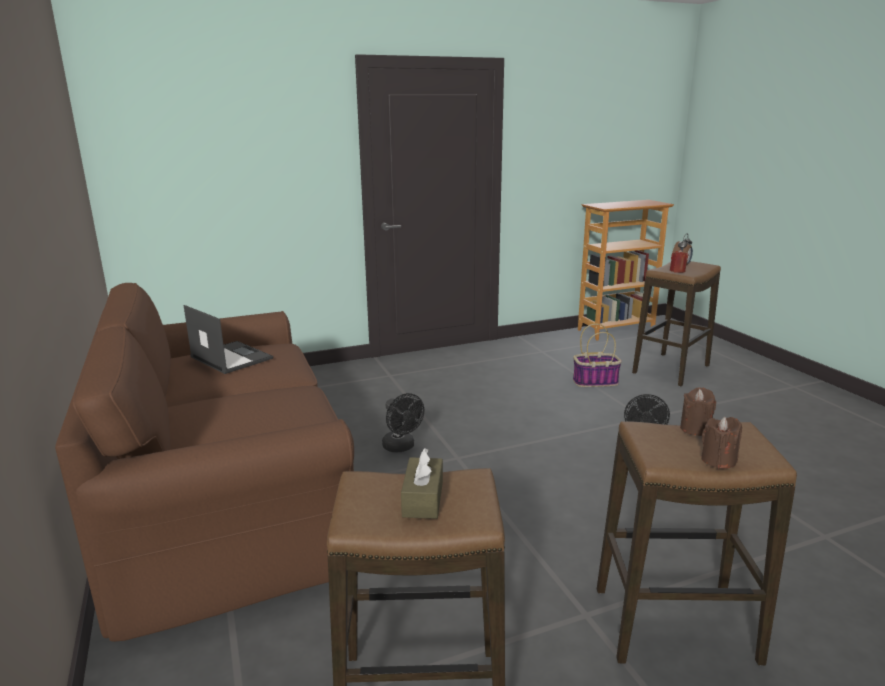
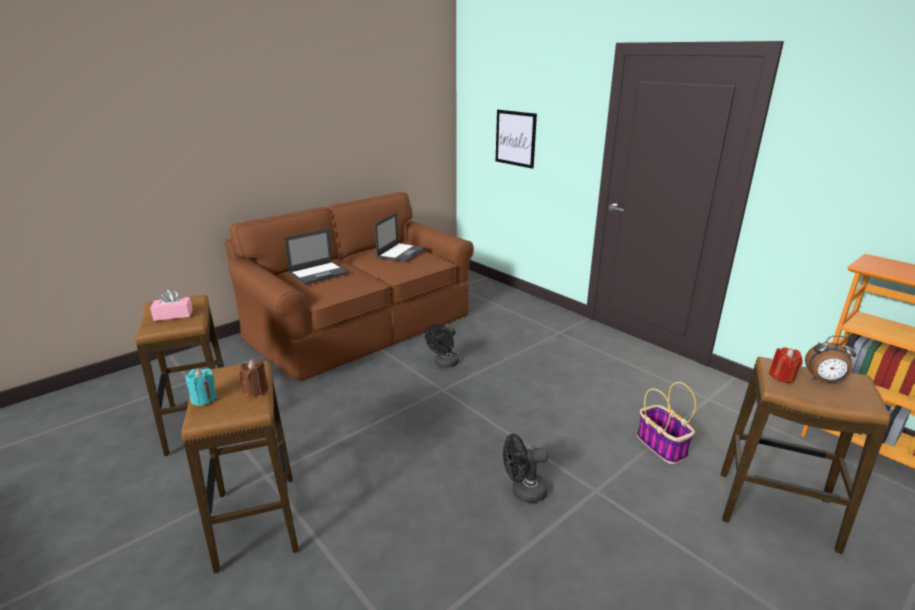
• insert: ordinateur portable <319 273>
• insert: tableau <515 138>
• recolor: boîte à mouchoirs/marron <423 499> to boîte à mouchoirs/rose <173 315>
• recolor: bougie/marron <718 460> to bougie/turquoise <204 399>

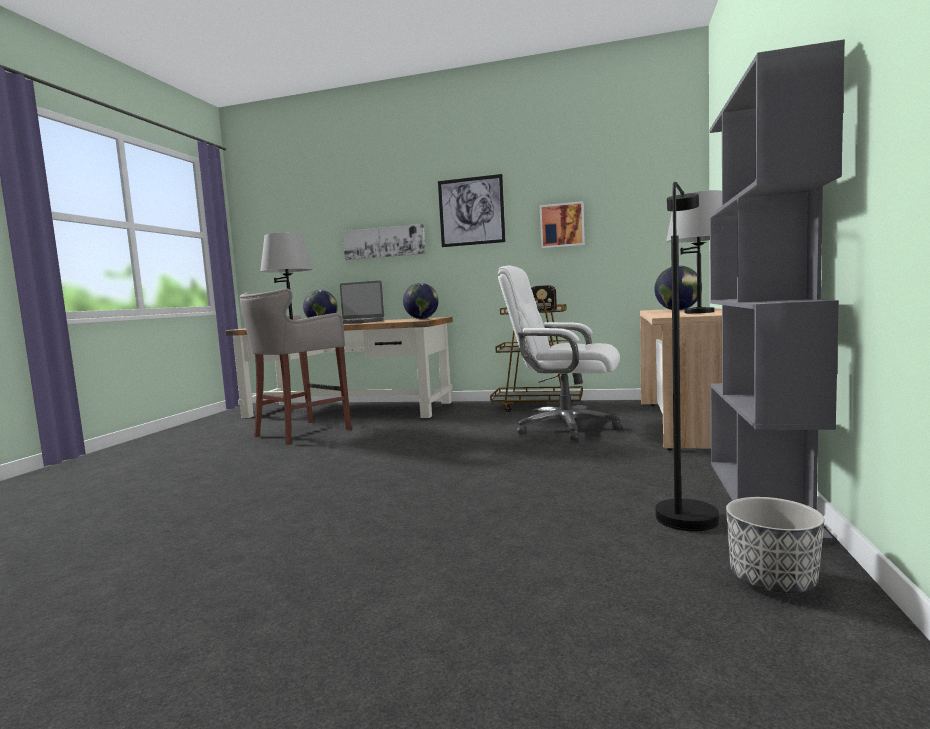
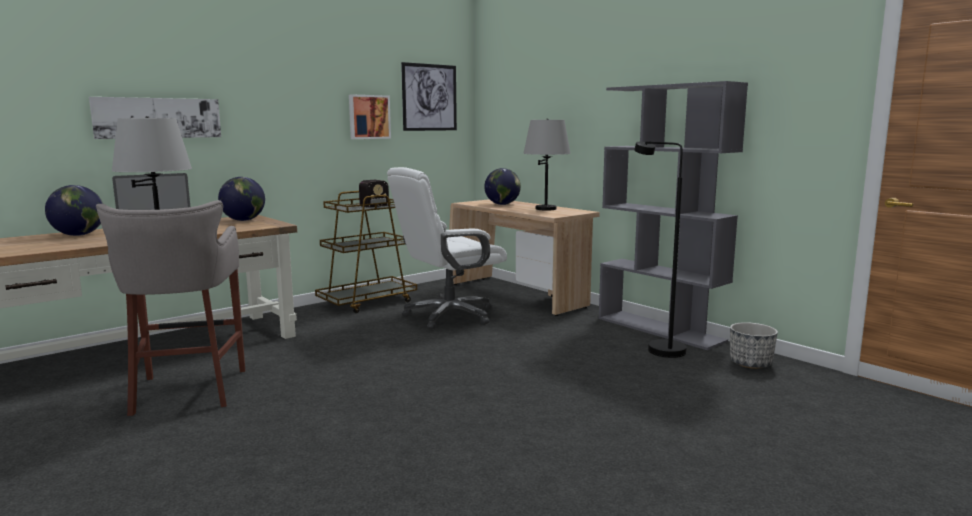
• move: tableau <471 211> to <429 97>

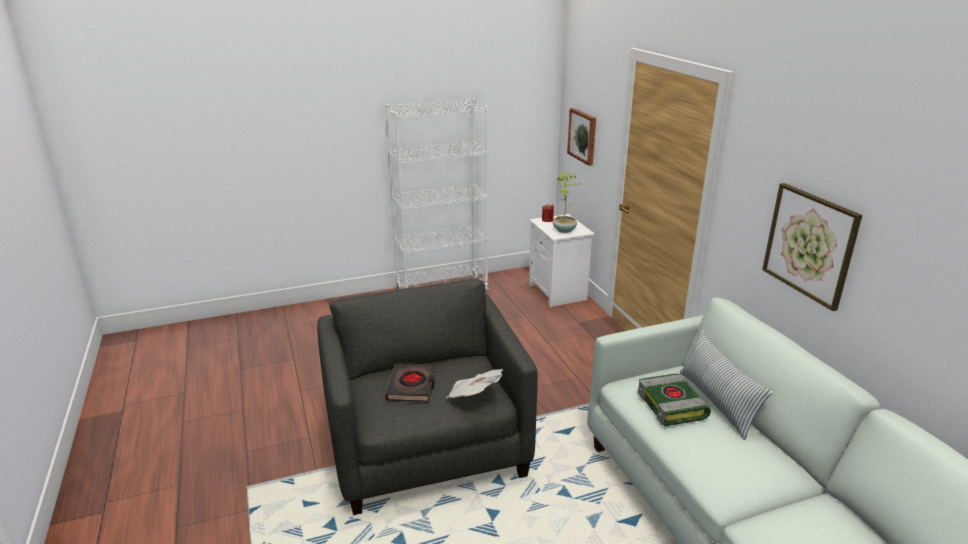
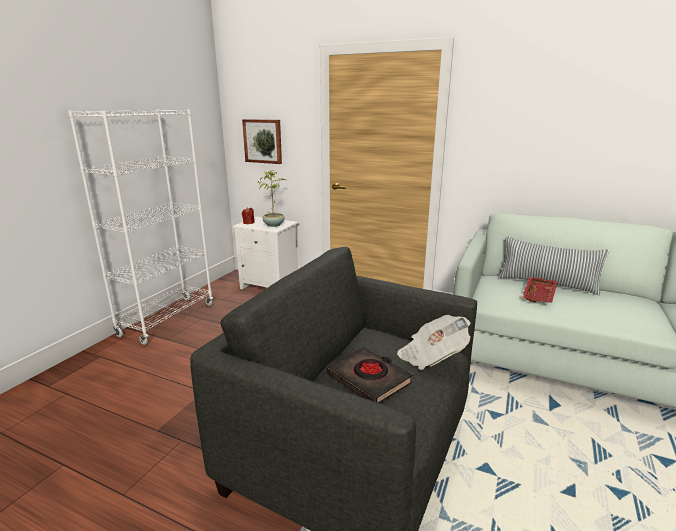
• delete: tableau <810 244>
• replace: livre <673 406> to plateau/rouge <540 295>

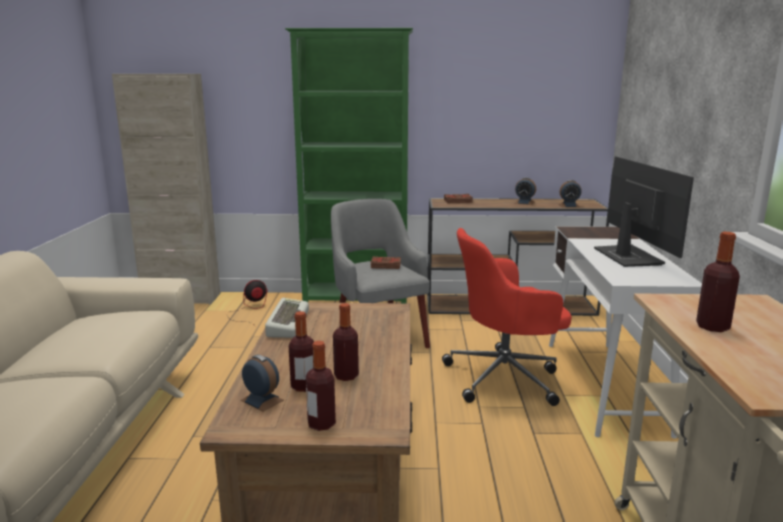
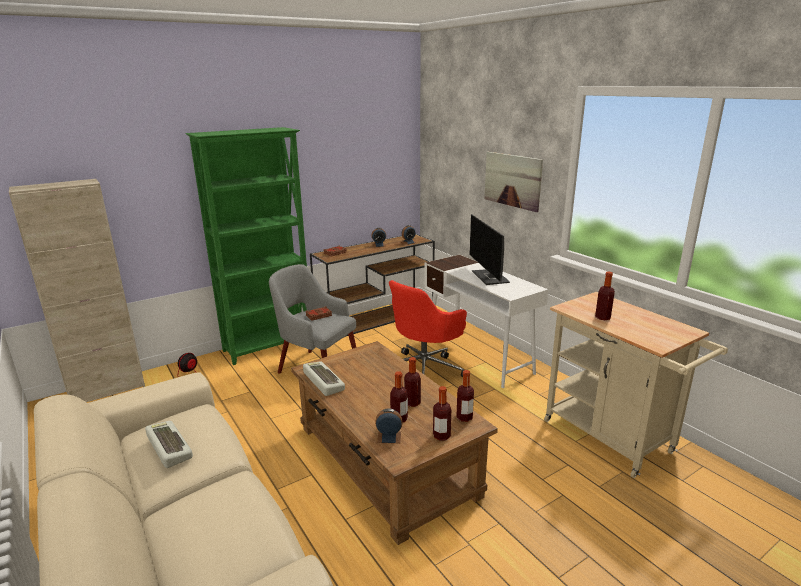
• insert: clavier <167 447>
• insert: bouteille <464 417>
• insert: tableau <512 180>
• rotate: écran d'ordinateur <626 256> = <490 278> 150 degrees counterclockwise

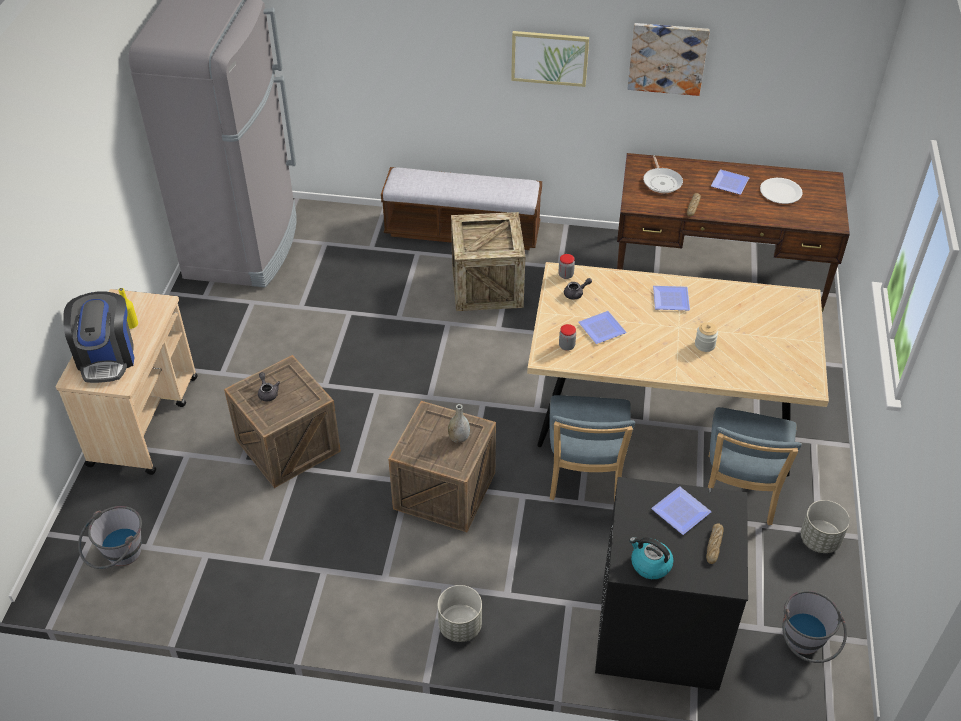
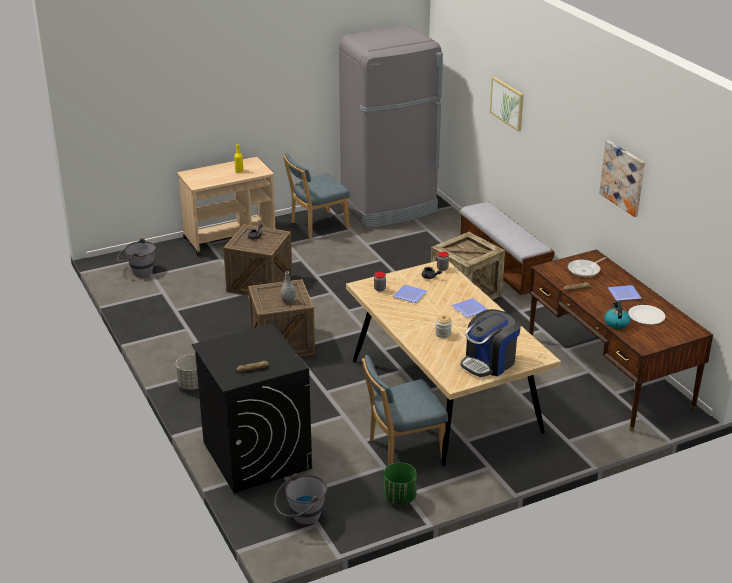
• delete: assiette <683 512>
• move: machine à café <107 357> to <489 362>
• move: tableau <549 58> to <507 103>
• move: chaise/bleu <584 477> to <316 226>
• move: bouilloire <650 564> to <616 323>
• recolor: cache-pot/gris <820 539> to cache-pot/vert <400 497>

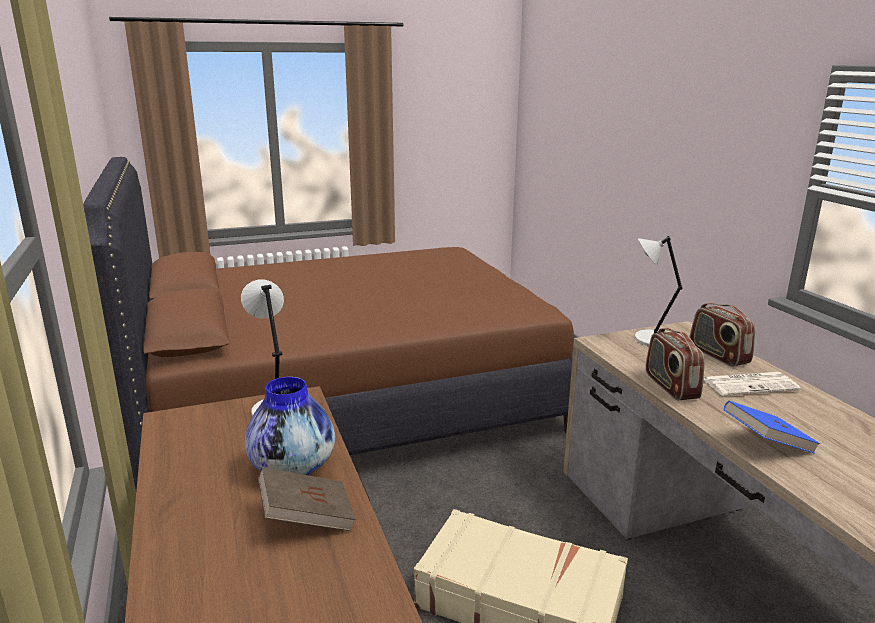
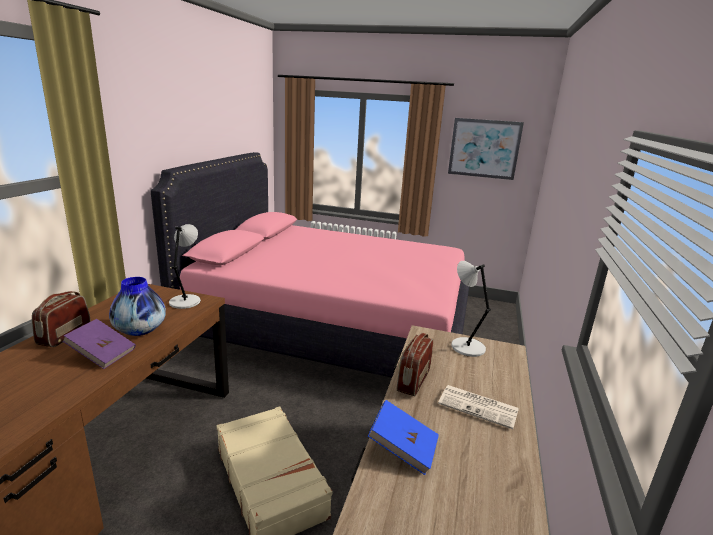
• insert: tableau <484 148>
• move: radio <718 355> to <64 335>
• recolor: lit/marron <347 402> to lit/rose <332 327>
• recolor: livre/marron <307 518> to livre/violet <102 354>

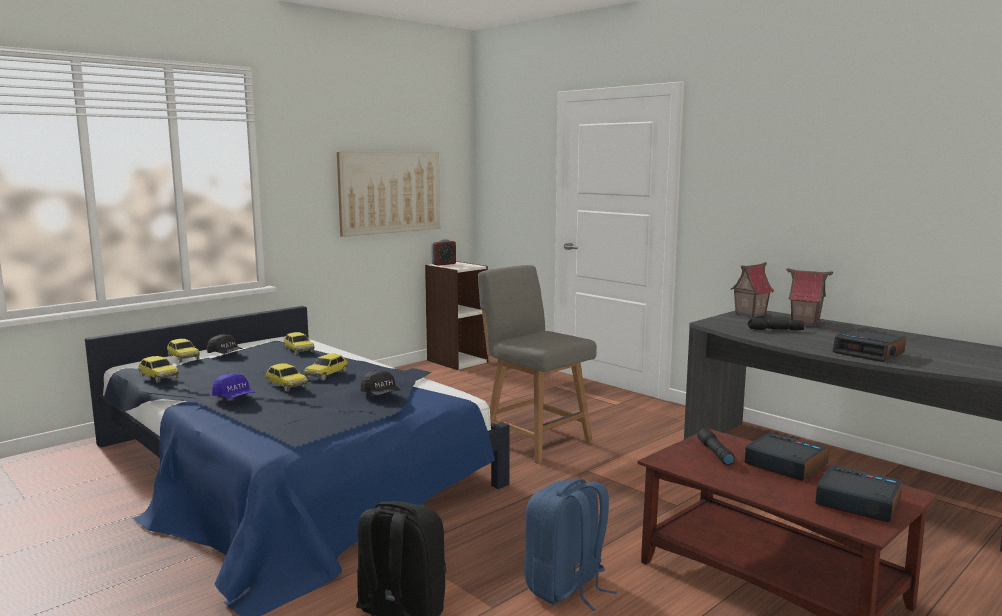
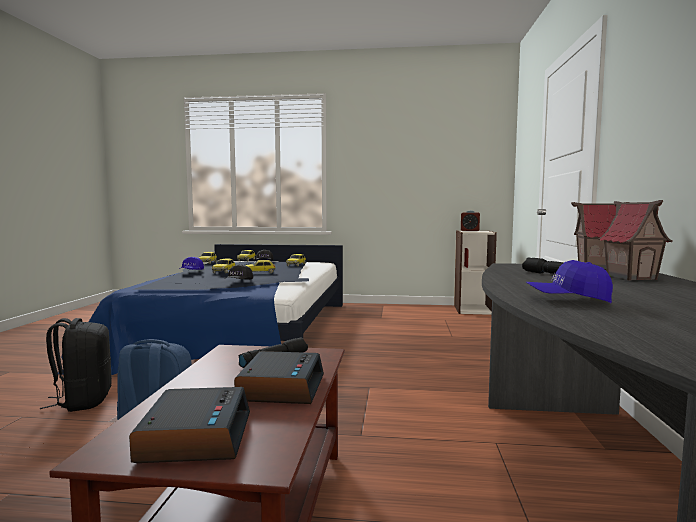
• delete: tableau <390 192>
• delete: chaise/gris <535 441>
• replace: réveil <869 353> to casquette/bleu <568 300>

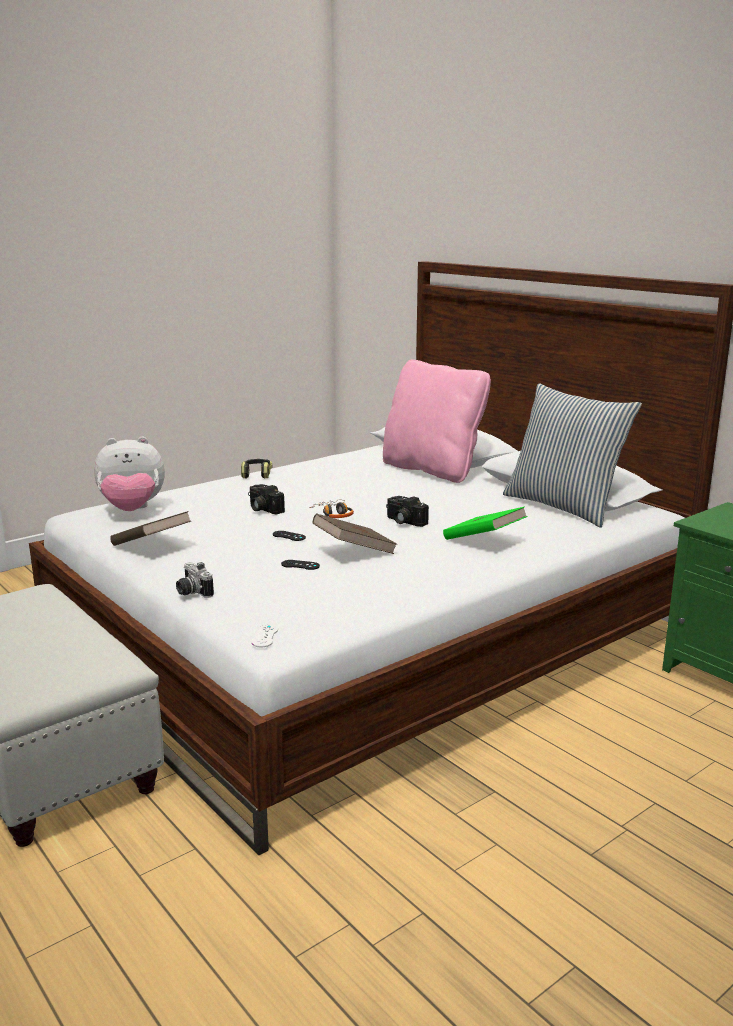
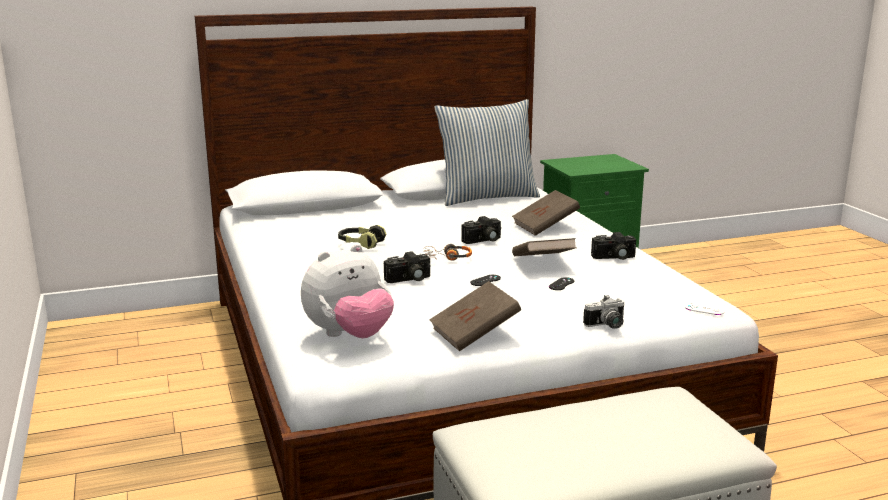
• delete: coussin/rose <432 470>
• insert: appareil photo <614 257>
• move: casque audio <256 475> to <360 244>
• recolor: livre/vert <483 540> to livre/marron <545 226>
• rotate: peluche <132 510> = <349 336> 45 degrees clockwise

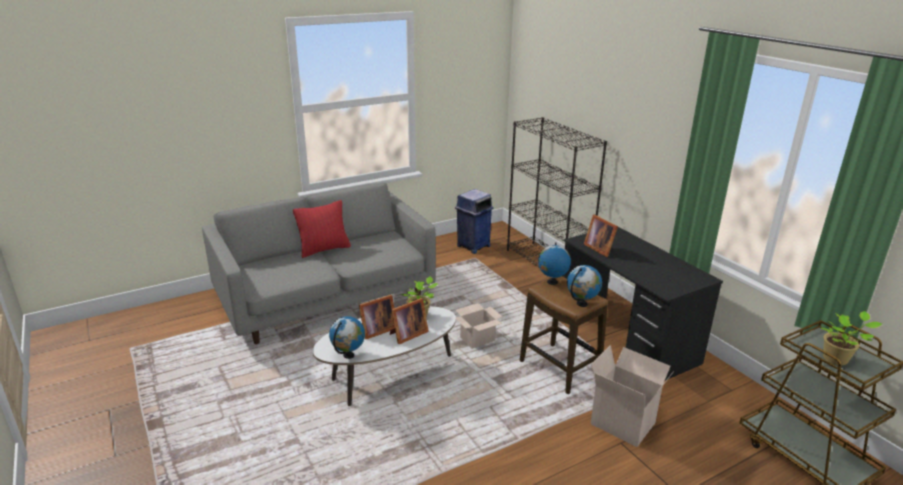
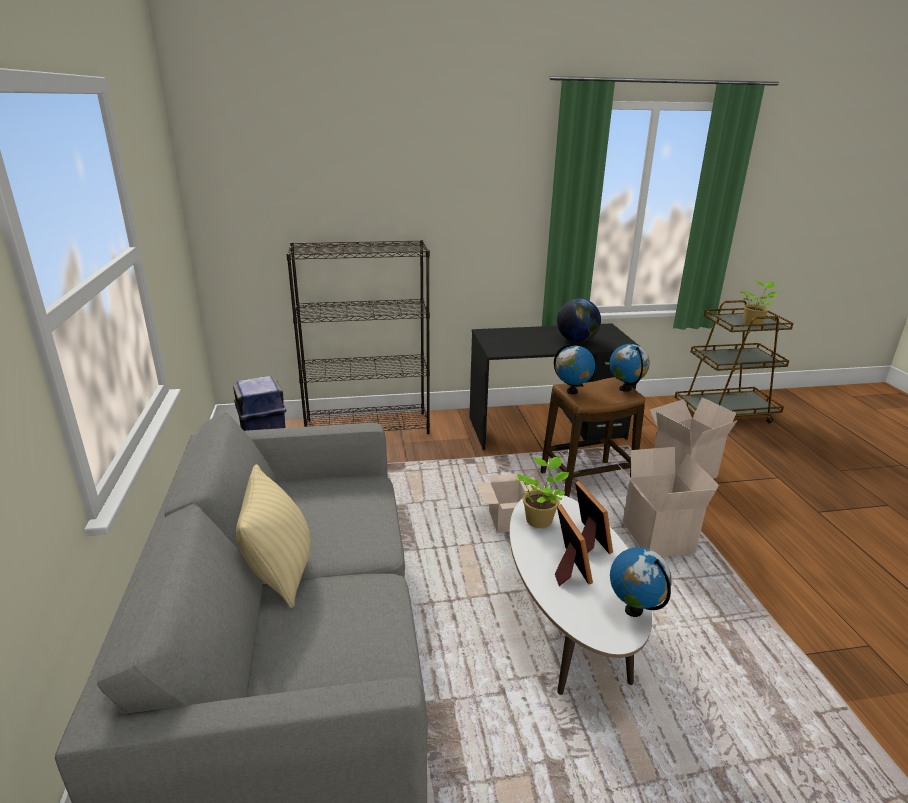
• delete: cadre photo <599 248>
• insert: globe <576 340>
• insert: carton <654 537>
• recolor: coussin/rouge <324 249> to coussin/beige <280 572>

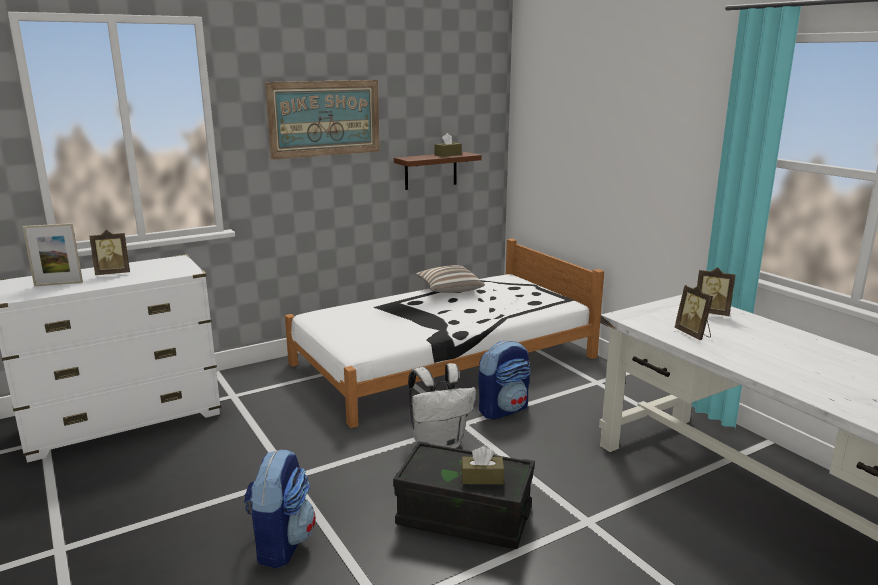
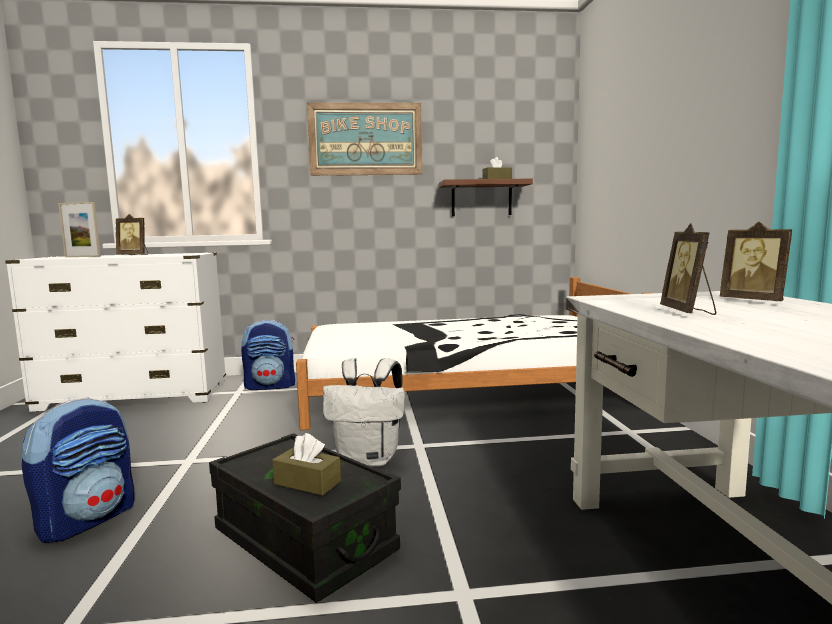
• delete: coussin <449 290>
• move: sac à dos <503 409> to <271 386>

